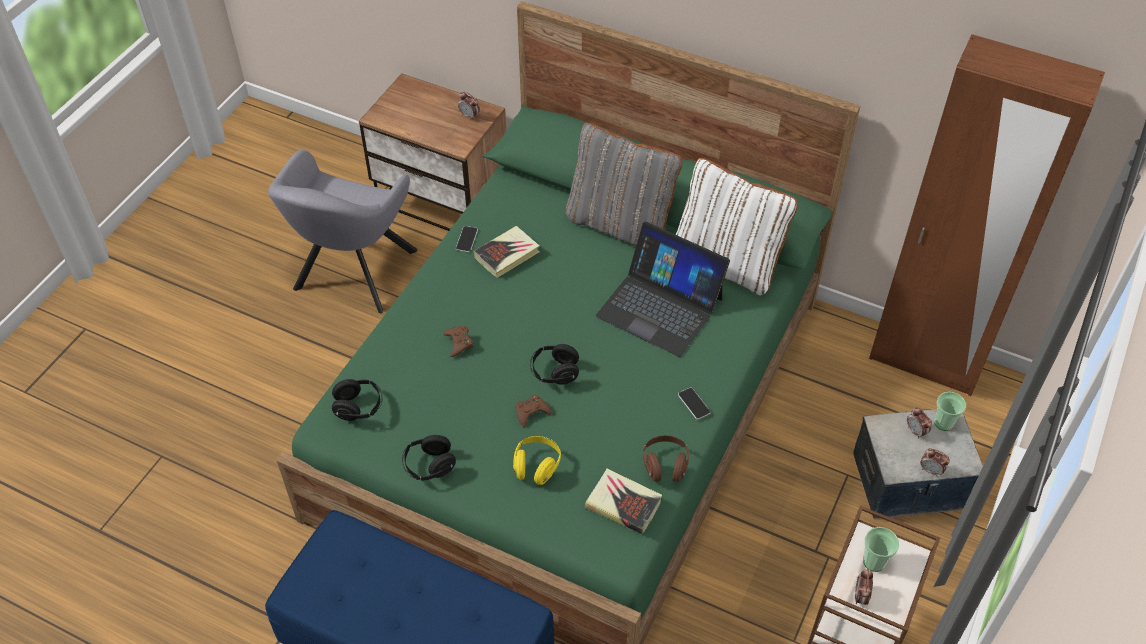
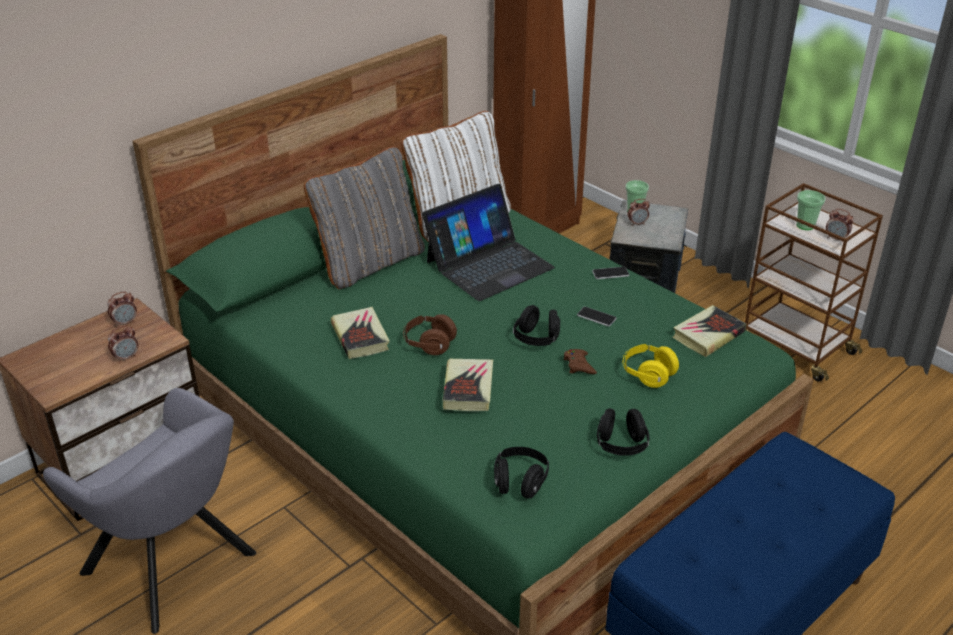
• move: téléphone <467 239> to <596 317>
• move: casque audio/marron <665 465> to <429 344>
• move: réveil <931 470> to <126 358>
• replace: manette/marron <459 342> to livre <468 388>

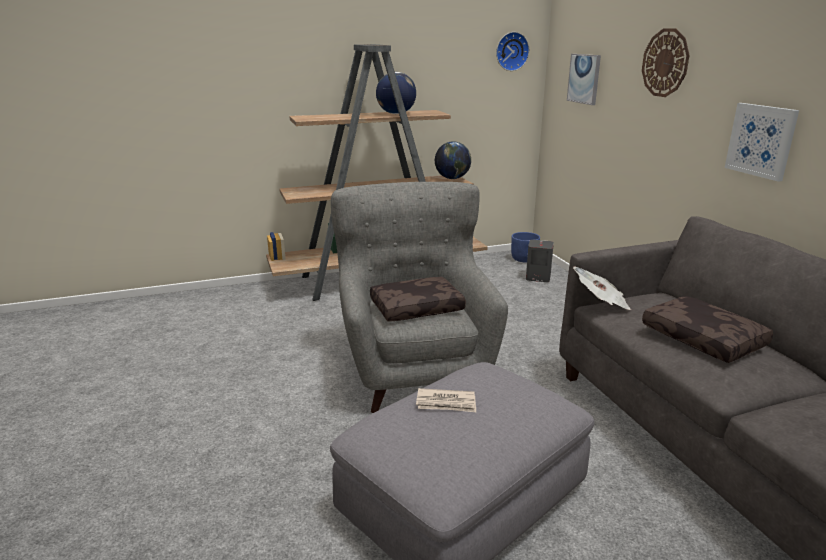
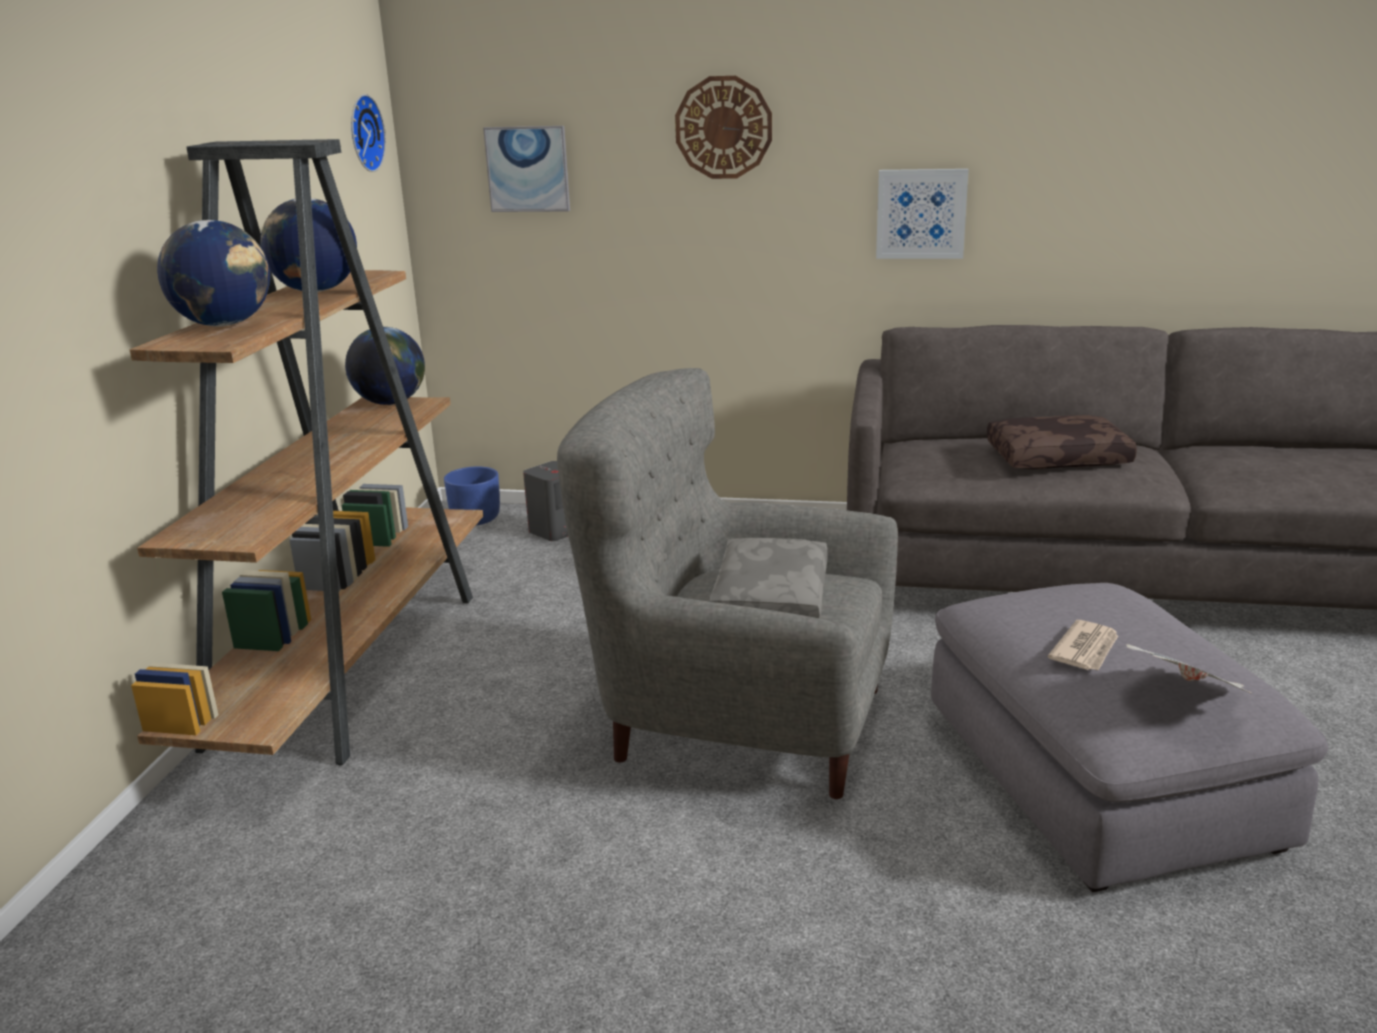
• insert: globe <225 325>
• move: journal <600 302> to <1189 698>
• recolor: coussin/marron <416 308> to coussin/gris <768 599>

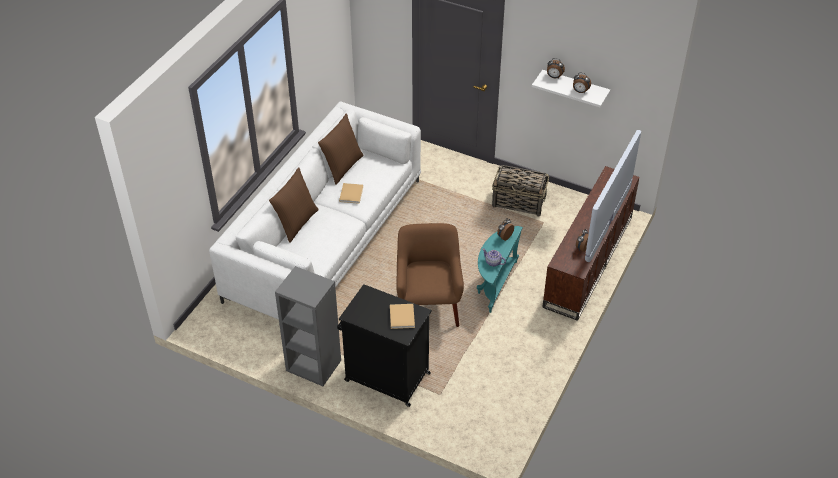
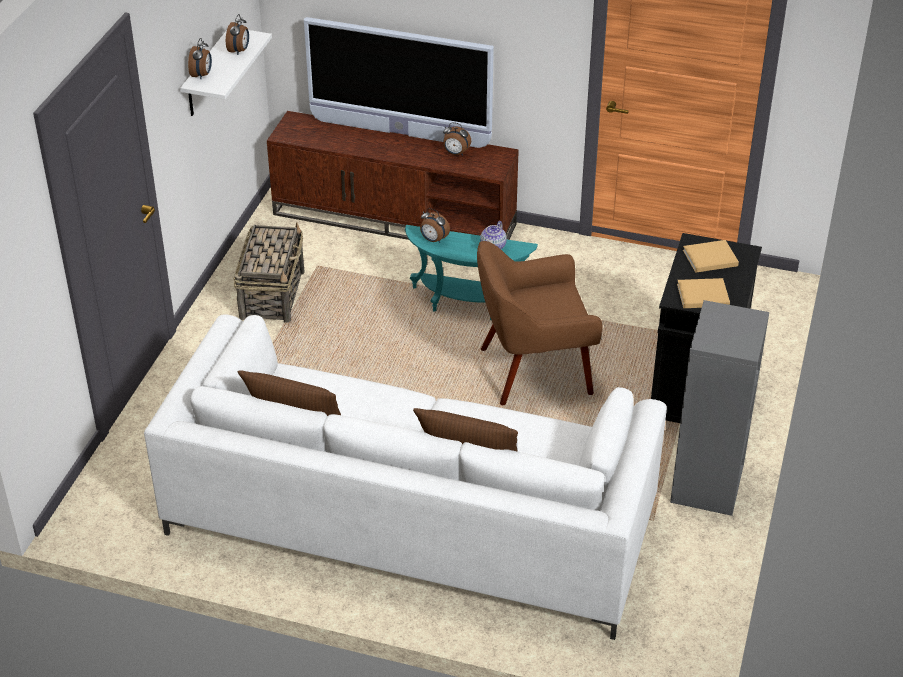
• move: livre/beige <351 193> to <701 295>

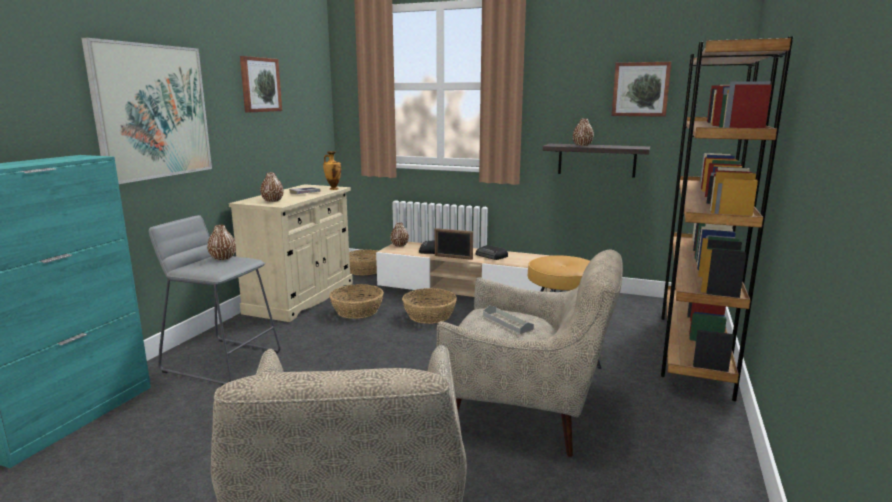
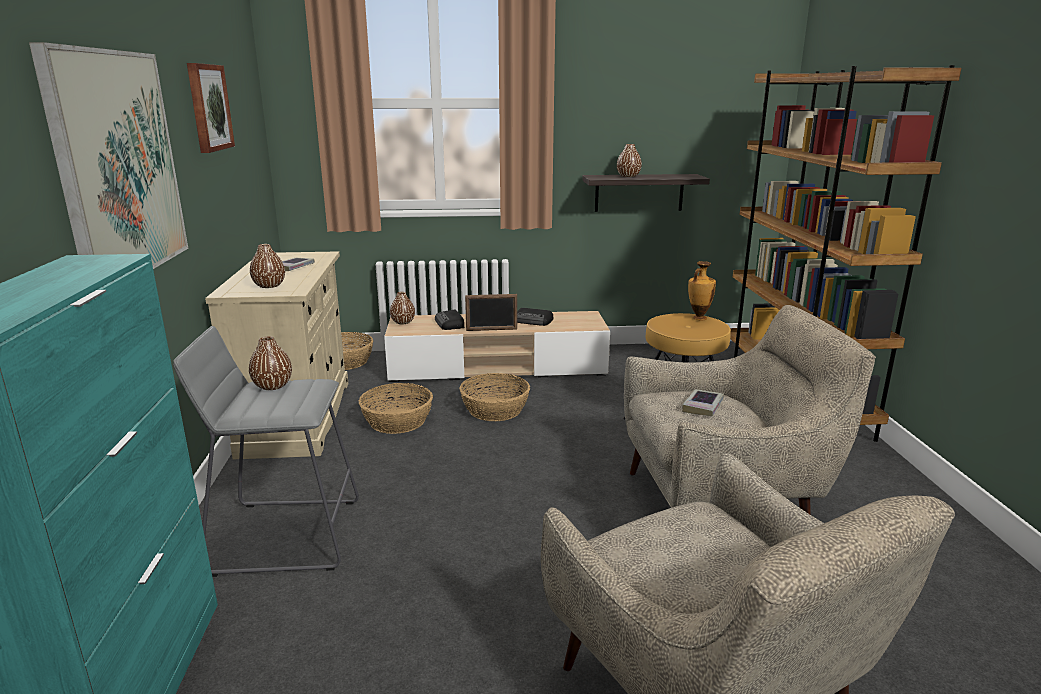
• delete: tableau <640 89>
• move: vase <333 189> to <698 318>
• replace: plateau/gris <507 322> to livre <703 406>

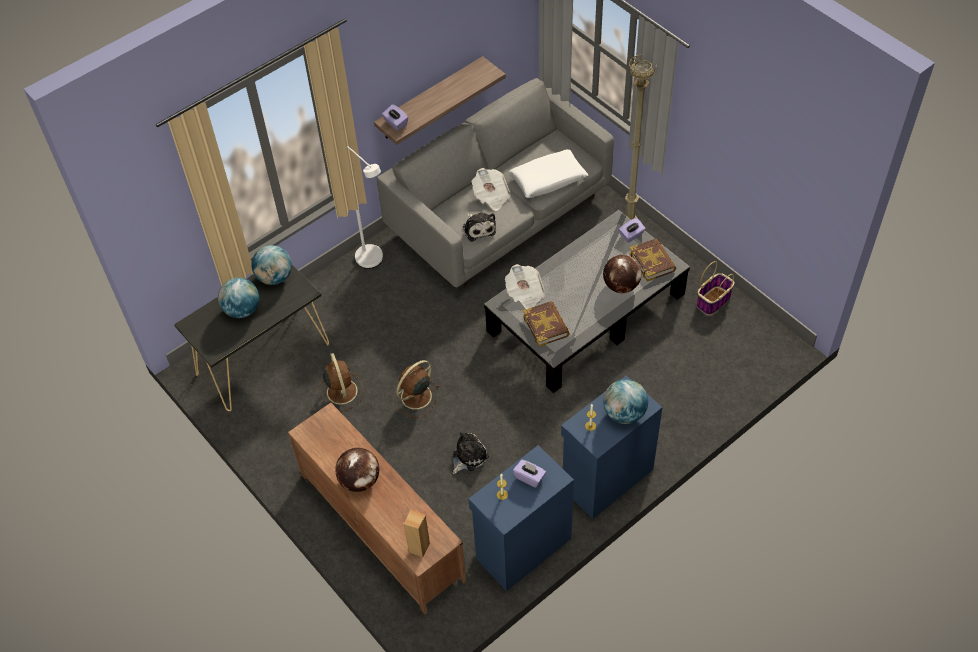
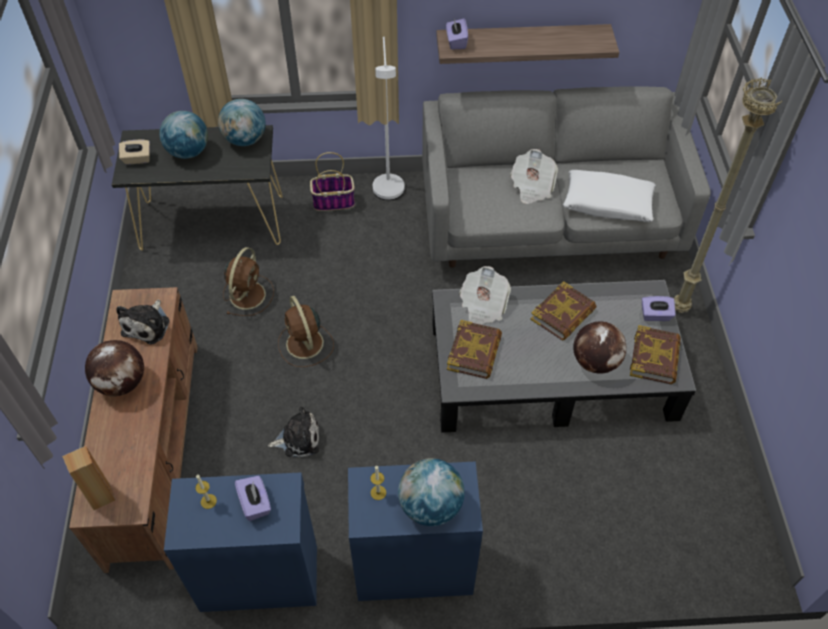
• insert: boîte à mouchoirs/beige <137 159>
• insert: livre <563 314>
• move: peluche <478 228> to <148 325>
• move: panier <713 300> to <334 201>
• rotate: ventilateur/marron <415 397> = <305 345> 105 degrees counterclockwise

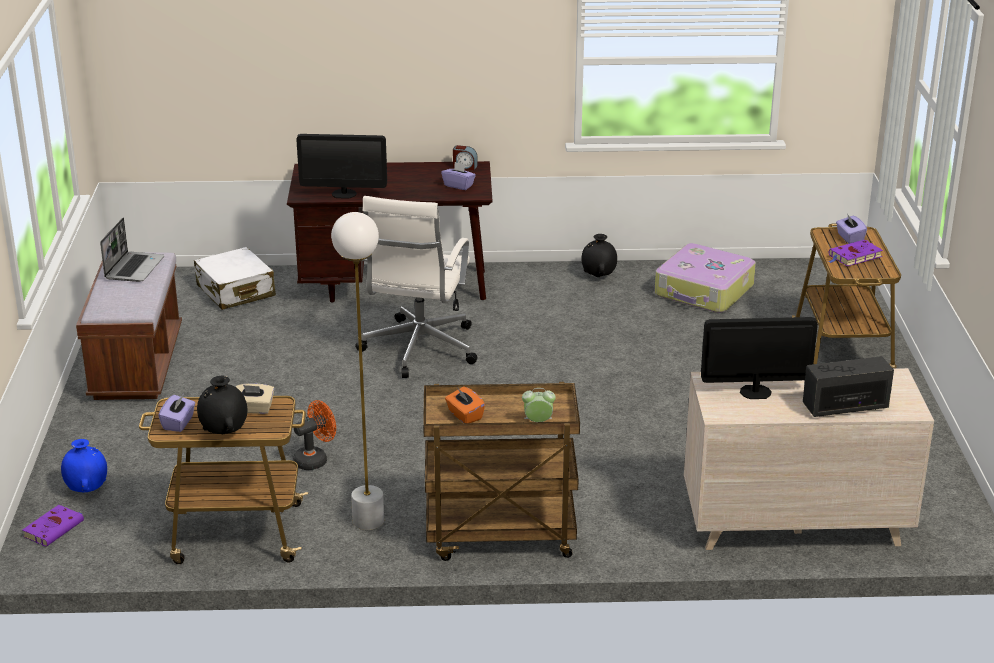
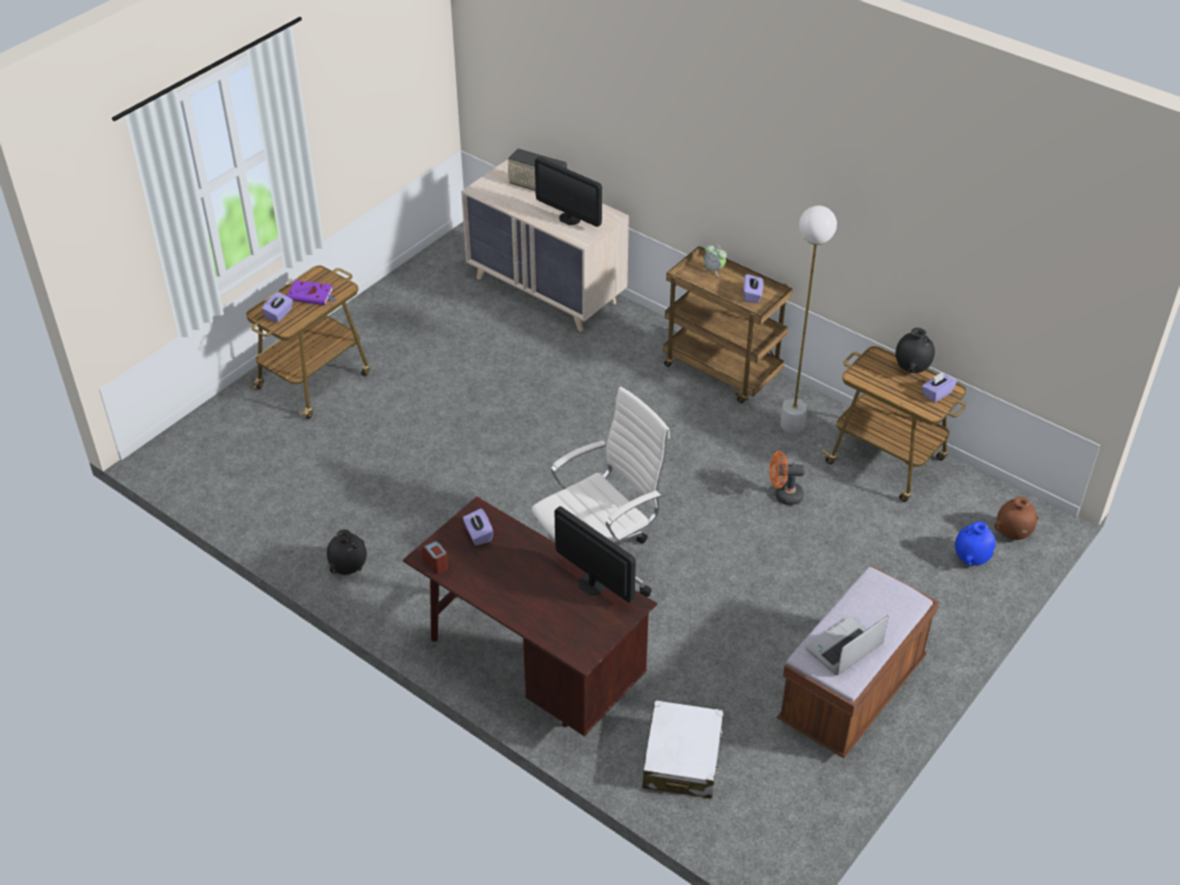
• delete: boîte à mouchoirs/beige <254 409>
• delete: valise <704 291>
• replace: livre/violet <54 528> to vase/marron <1012 534>
• recolor: boîte à mouchoirs/orange <464 415> to boîte à mouchoirs/violet <752 295>

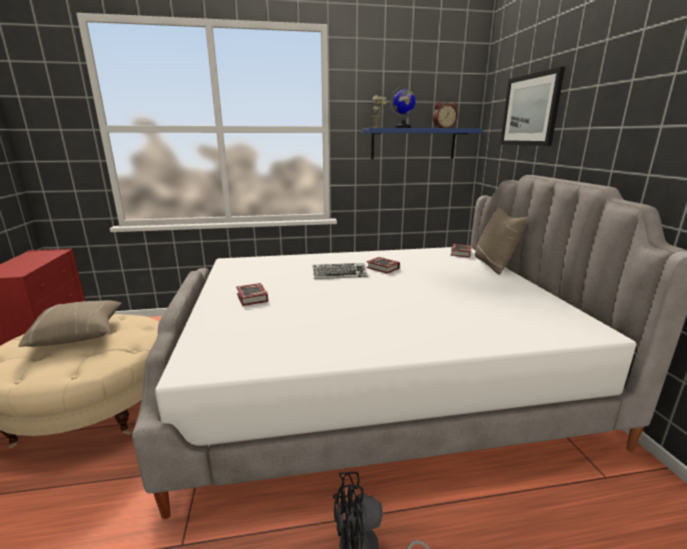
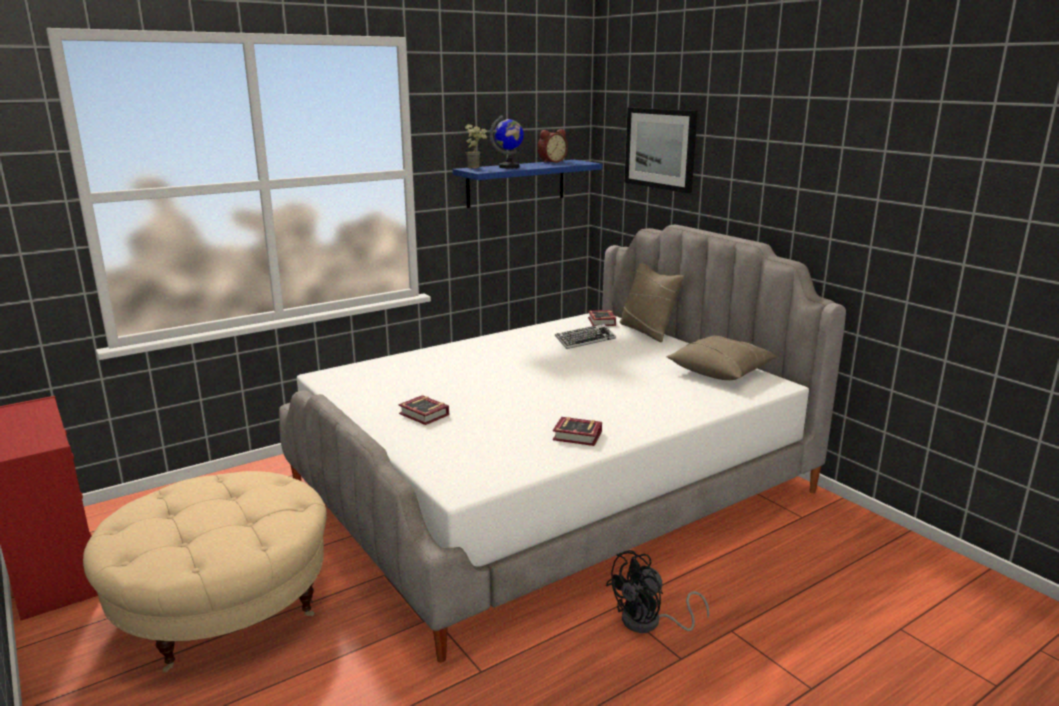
• move: coussin/beige <78 334> to <721 371>
• move: clavier <339 274> to <585 340>
• move: livre <383 268> to <579 437>

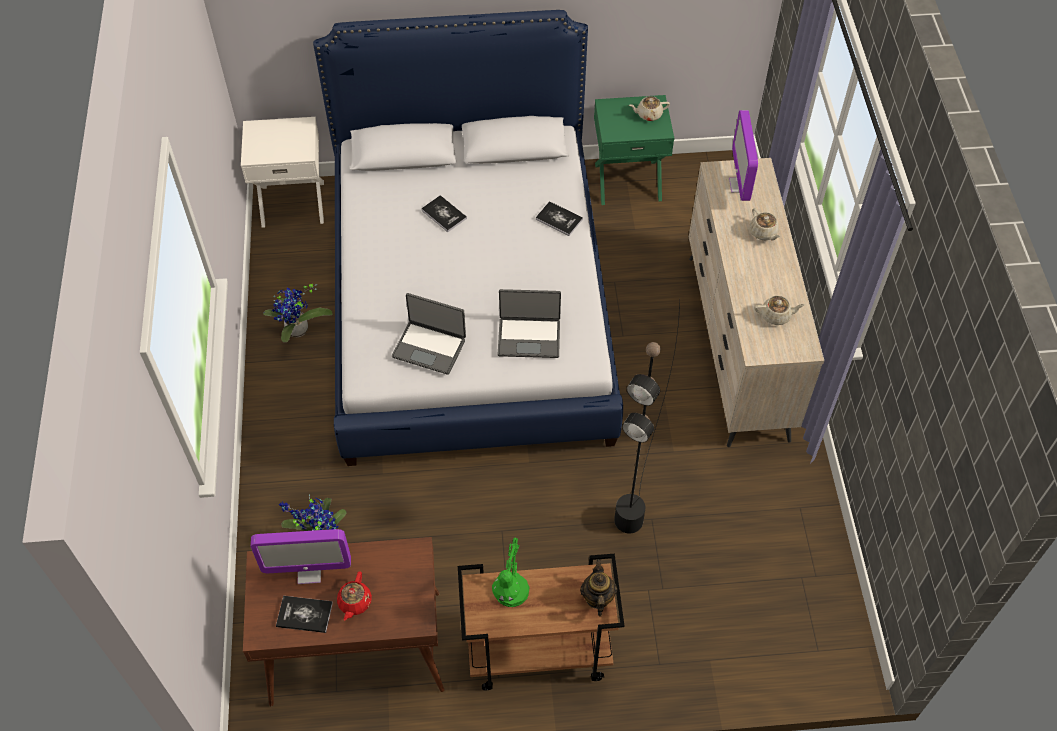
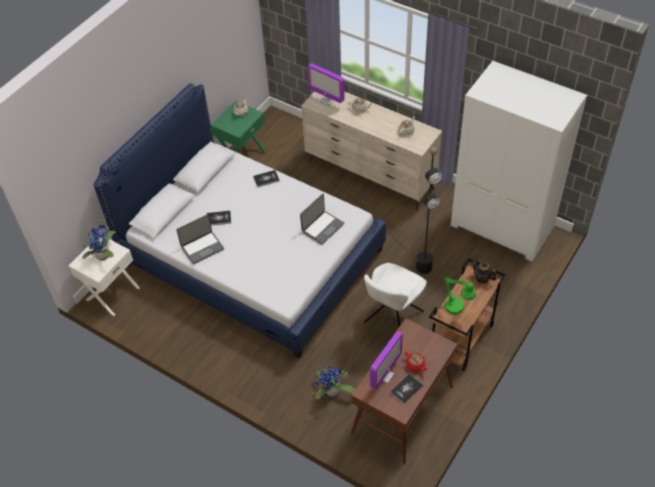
• insert: chaise/blanc <392 318>
• insert: armoire/blanc <503 226>
• move: plante en pot <298 332> to <104 256>
• move: ordinateur portable <430 347> to <202 247>

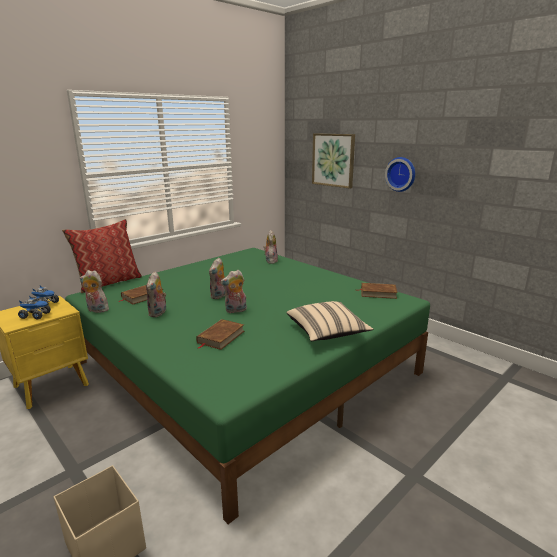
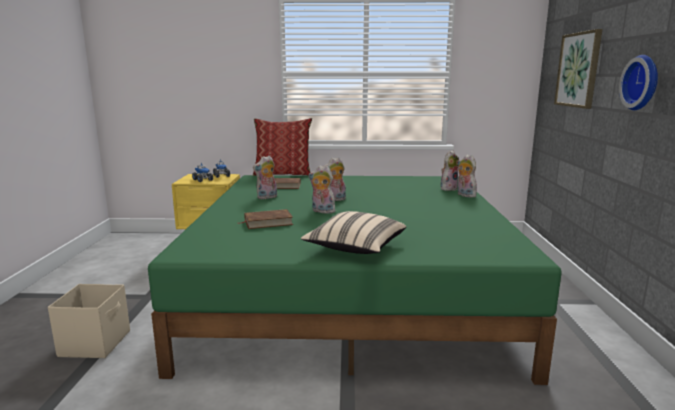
• delete: livre/marron <378 293>
• move: peluche <96 310> to <464 195>

